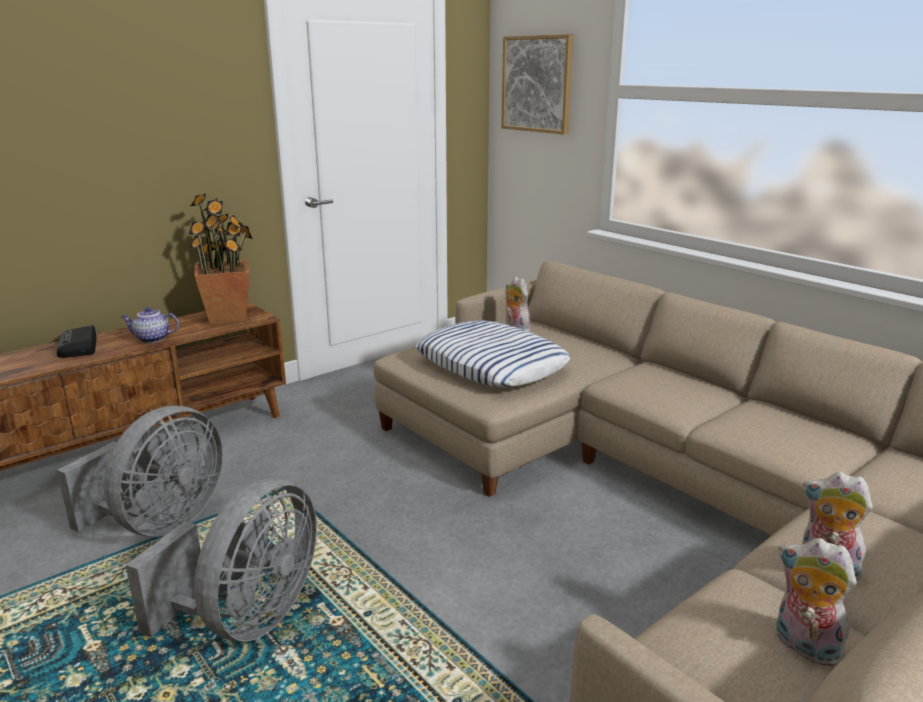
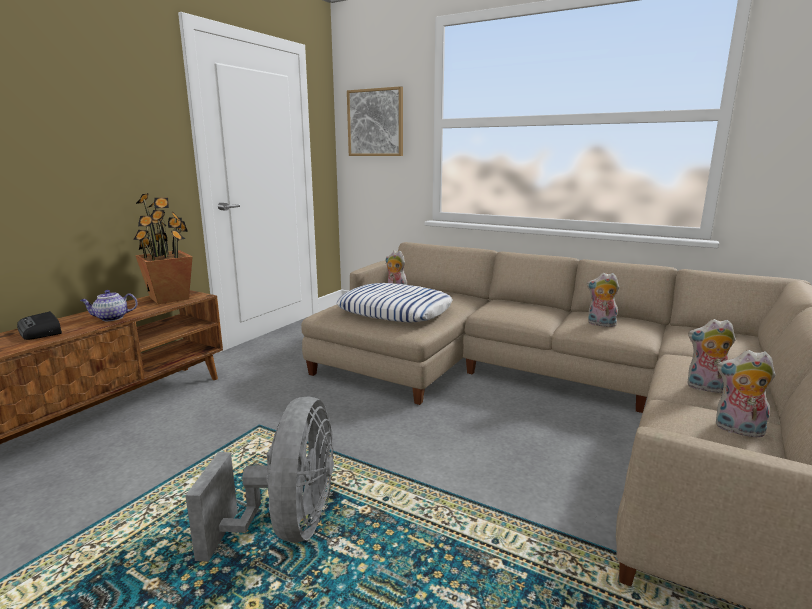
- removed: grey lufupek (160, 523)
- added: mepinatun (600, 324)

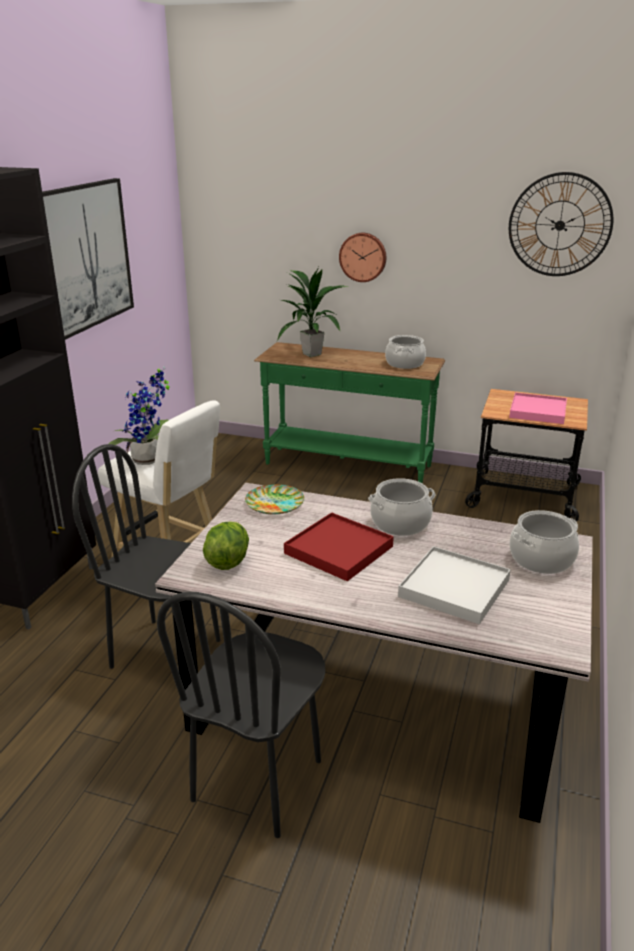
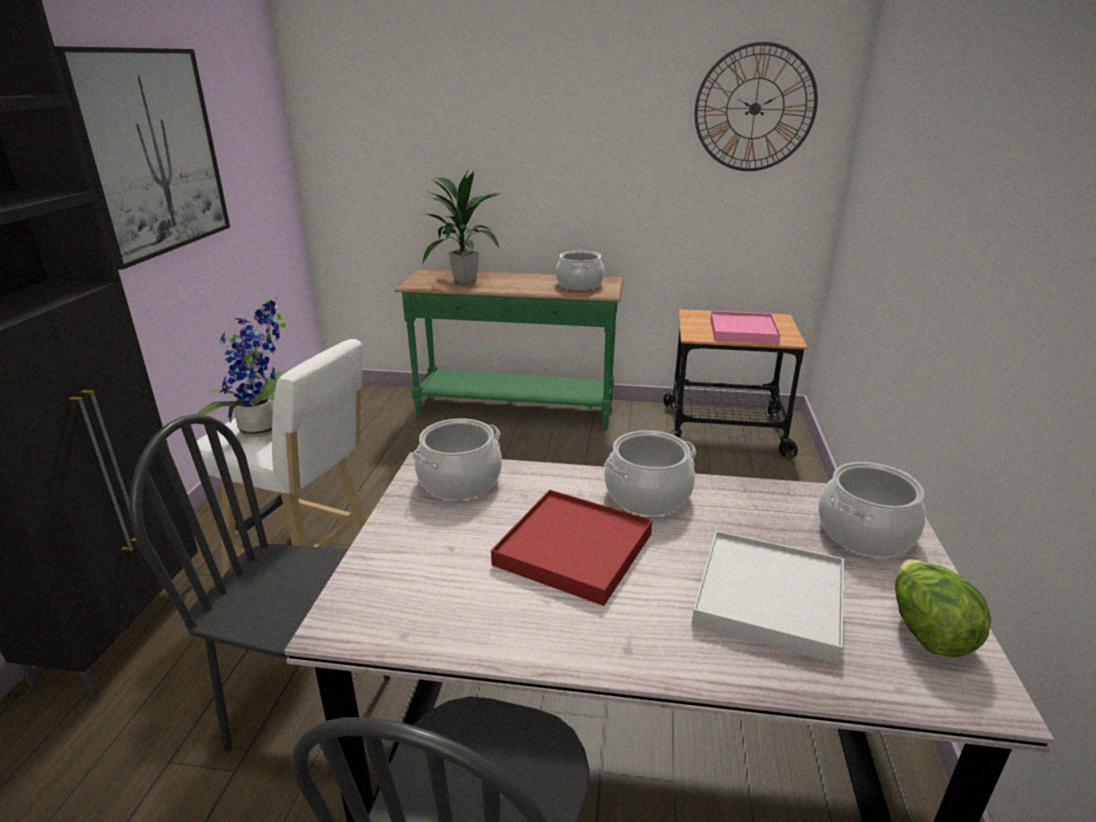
- removed: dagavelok (363, 257)
- replaced: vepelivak (275, 503) to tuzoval (459, 480)
- moved: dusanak (228, 560) to (927, 631)

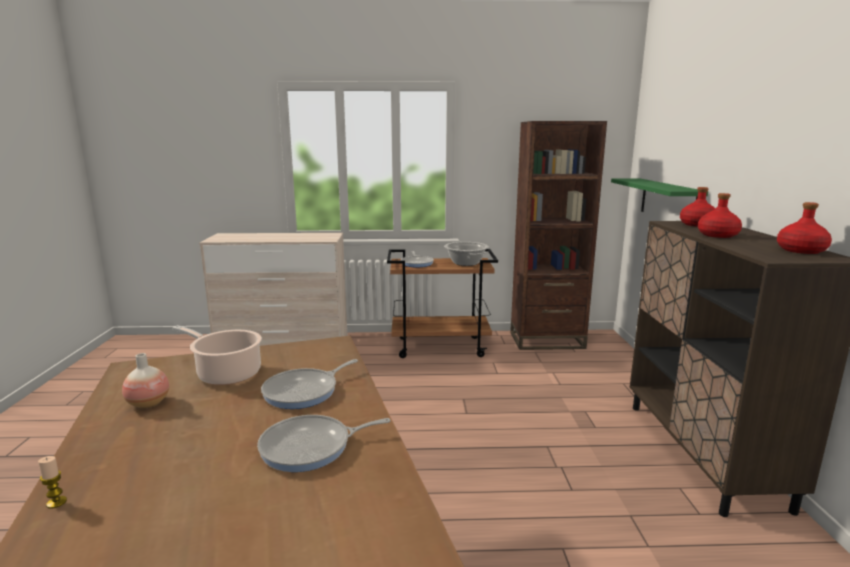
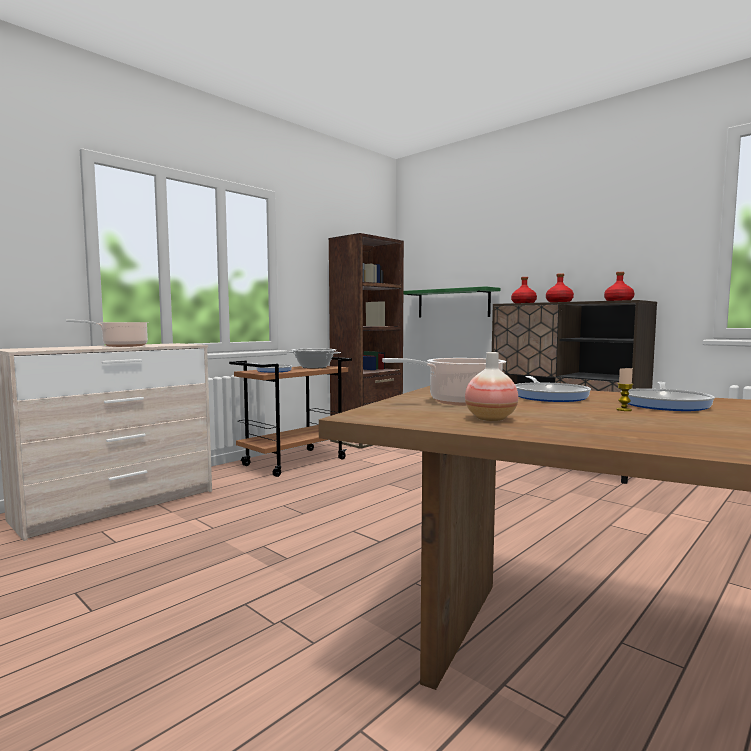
- moved: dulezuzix (56, 502) to (624, 410)
- added: tuzoval (122, 346)

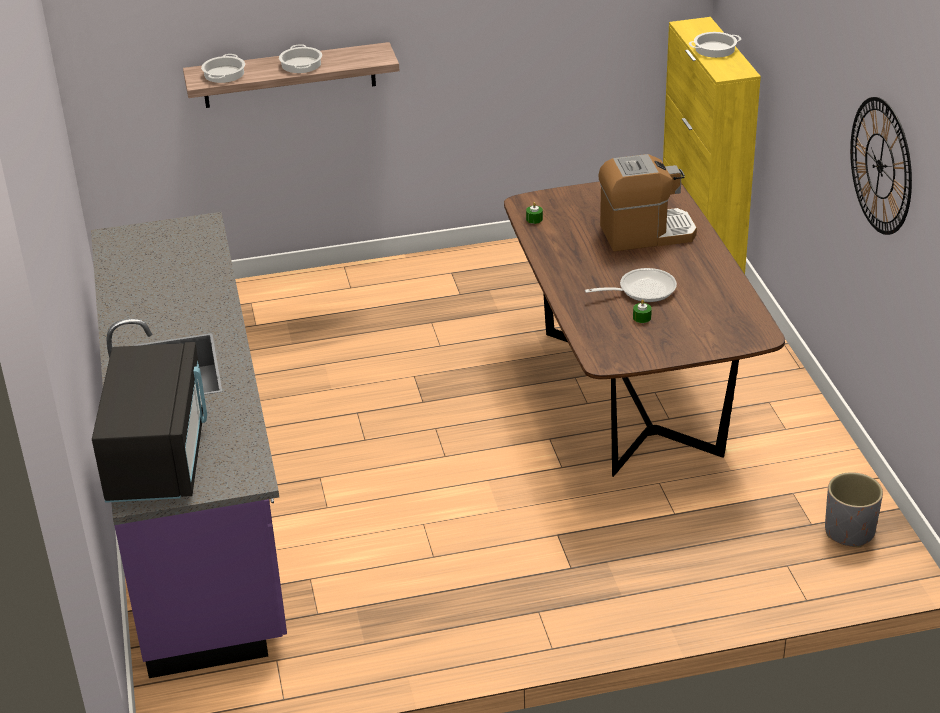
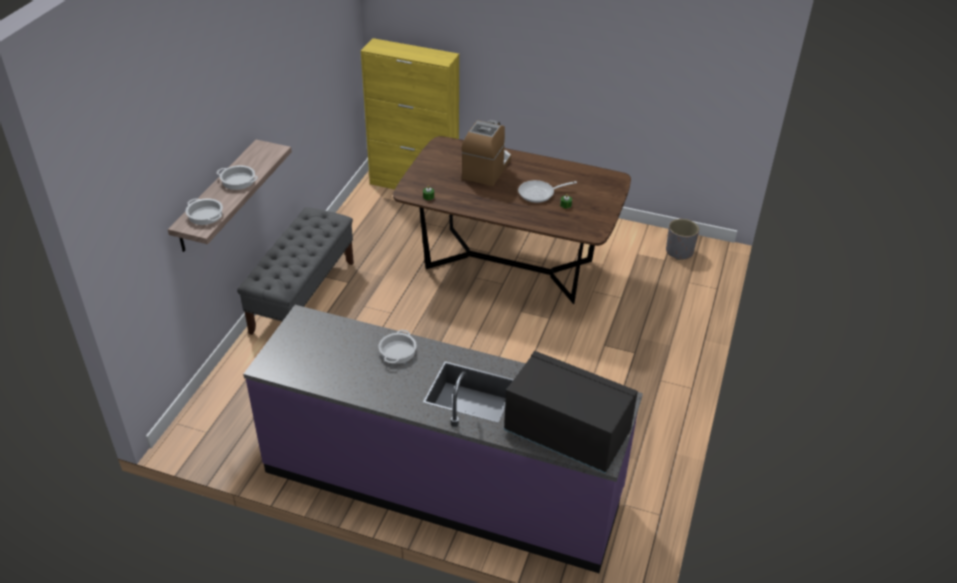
- moved: tuzoval (715, 49) to (397, 351)
- removed: dagavelok (880, 166)
- turned: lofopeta (641, 290) = (539, 193) 120 degrees counterclockwise
- added: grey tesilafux (303, 296)

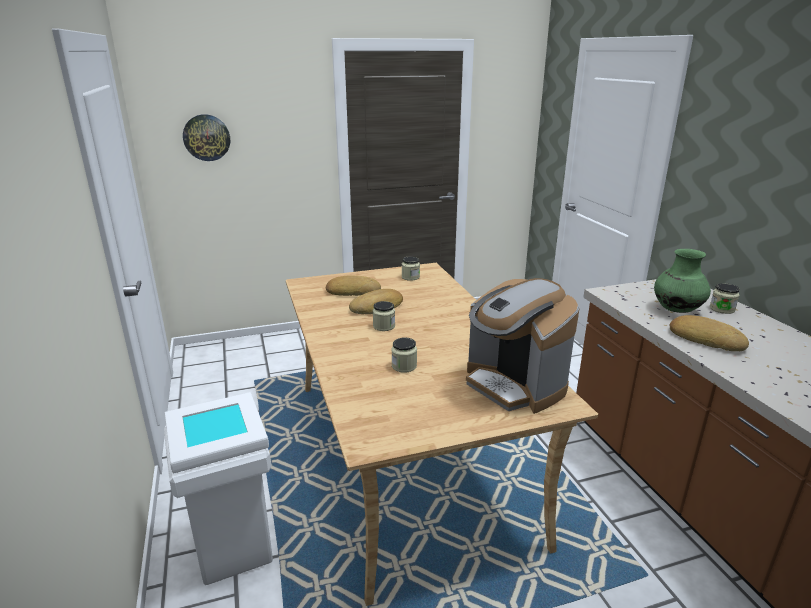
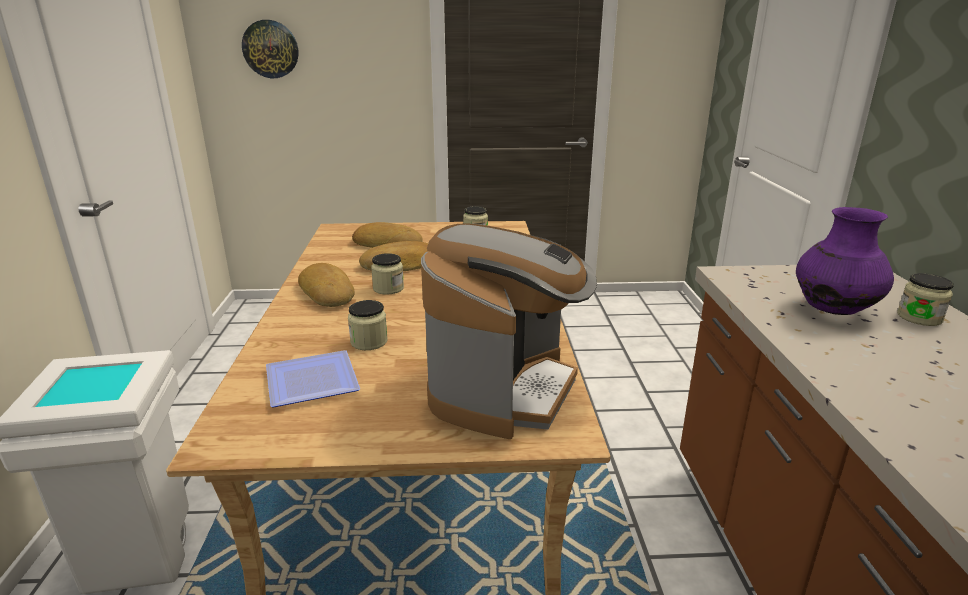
- recoloured: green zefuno (676, 310) to purple zefuno (833, 310)
- turned: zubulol (514, 385) = (505, 390) 135 degrees counterclockwise
- moved: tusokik (706, 339) to (328, 292)
- added: vepelivak (308, 381)

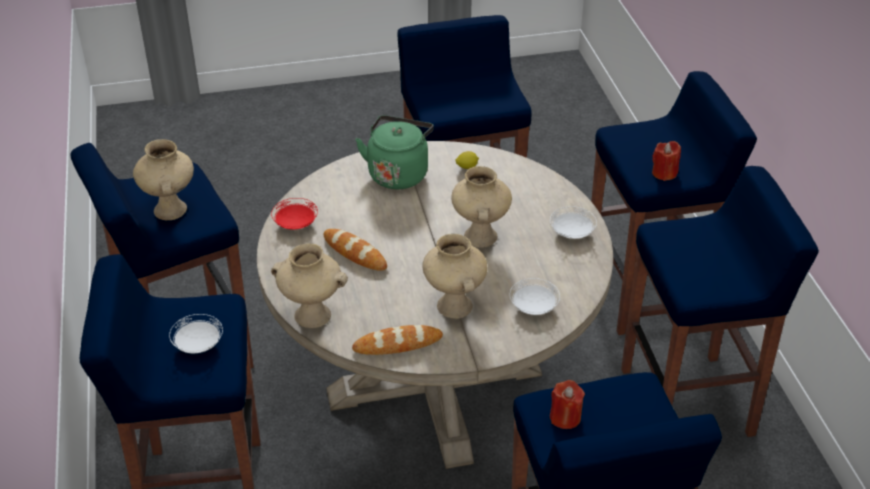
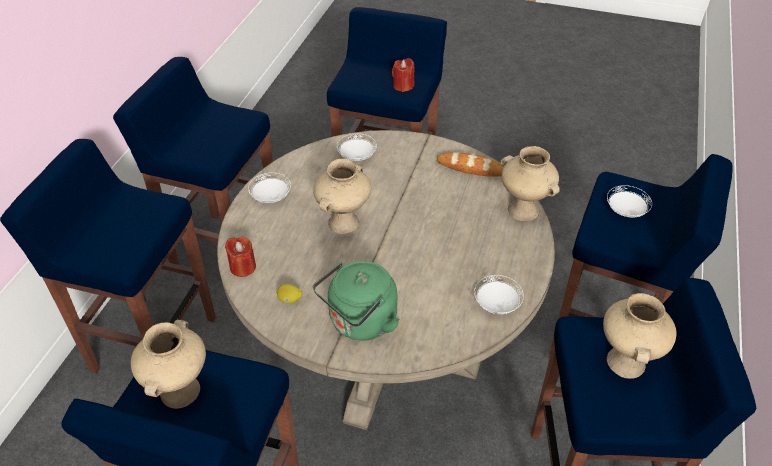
- moved: red dulezuzix (664, 173) to (243, 267)
- recoloured: red vepelivak (296, 224) to white vepelivak (496, 303)
- removed: tusokik (355, 253)
- moved: beige zefuno (453, 305) to (181, 392)

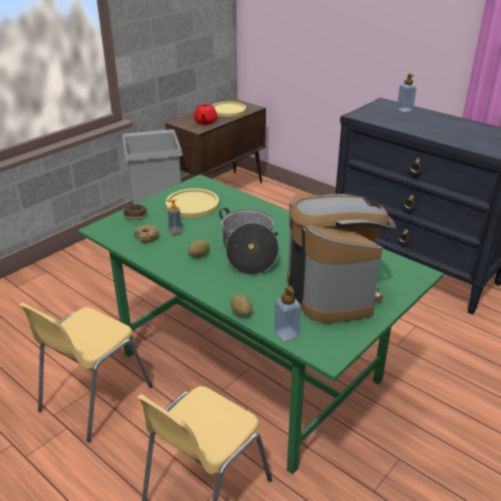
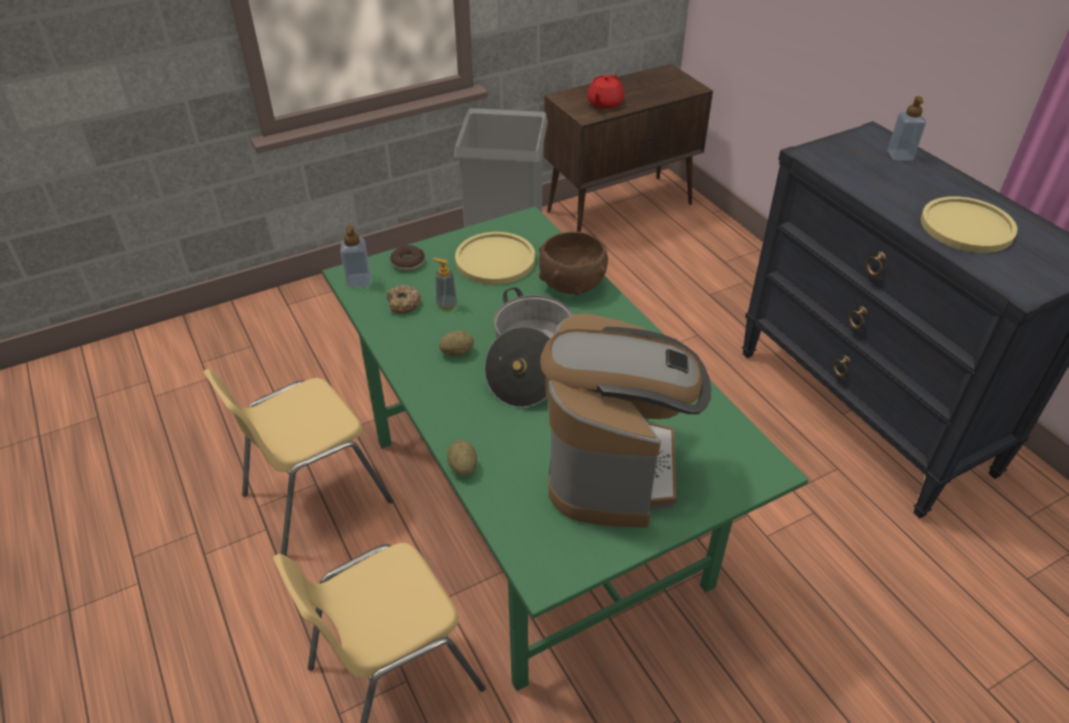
- moved: yellow vepelivak (228, 110) to (966, 227)
- moved: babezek (286, 334) to (358, 281)
- added: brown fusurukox (572, 284)

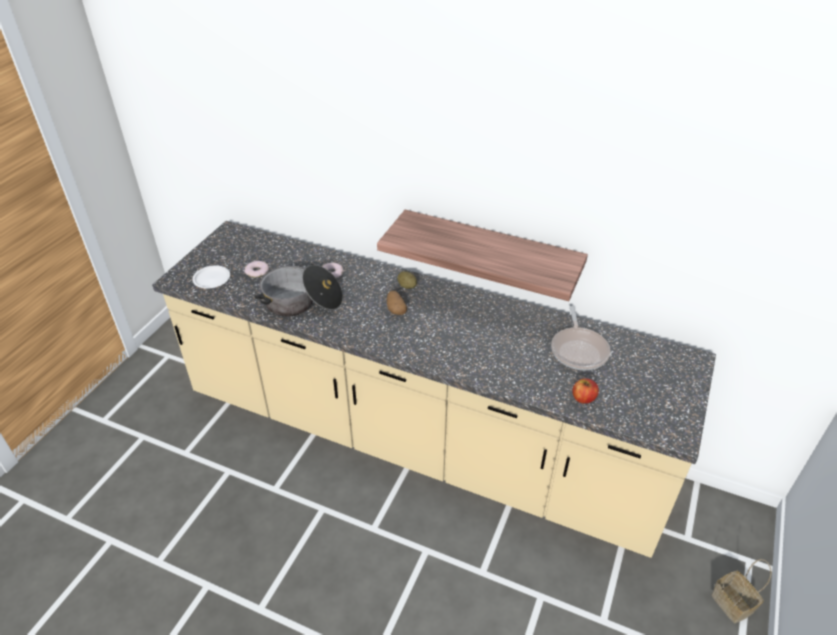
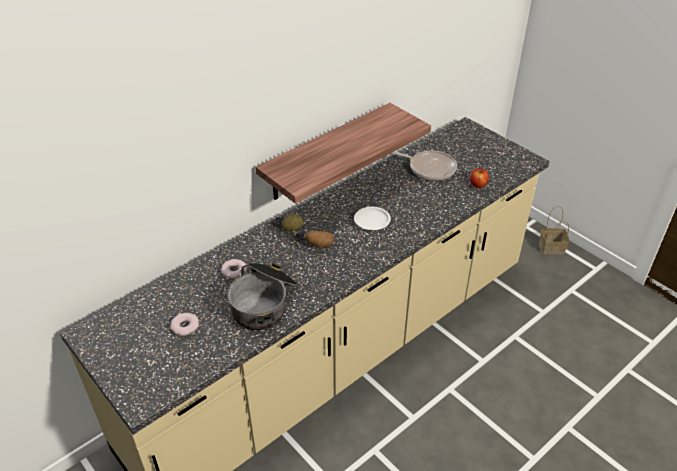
- moved: white vepelivak (211, 279) to (372, 221)

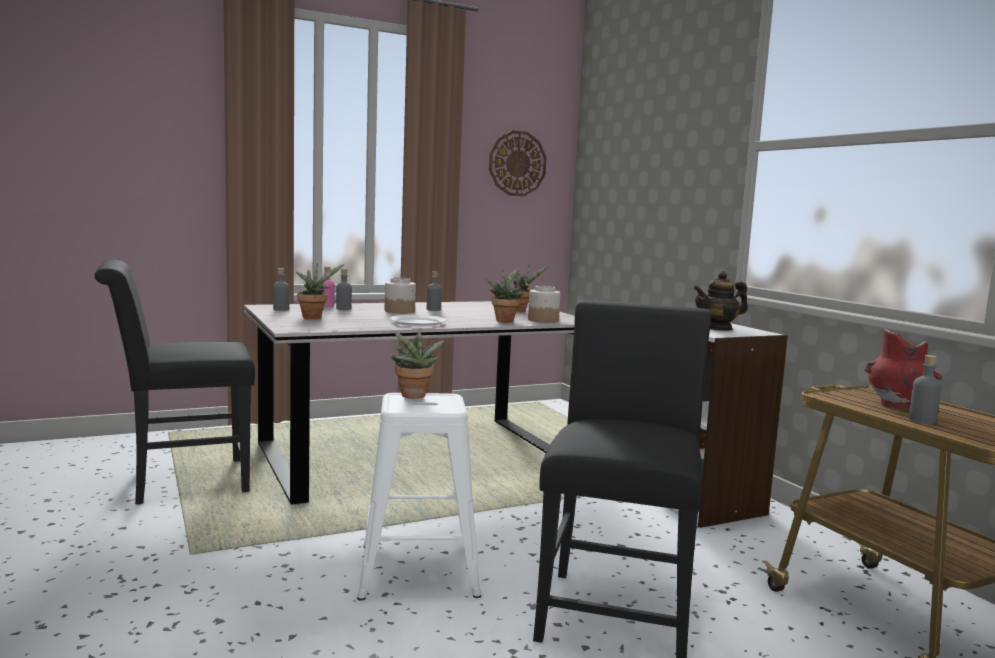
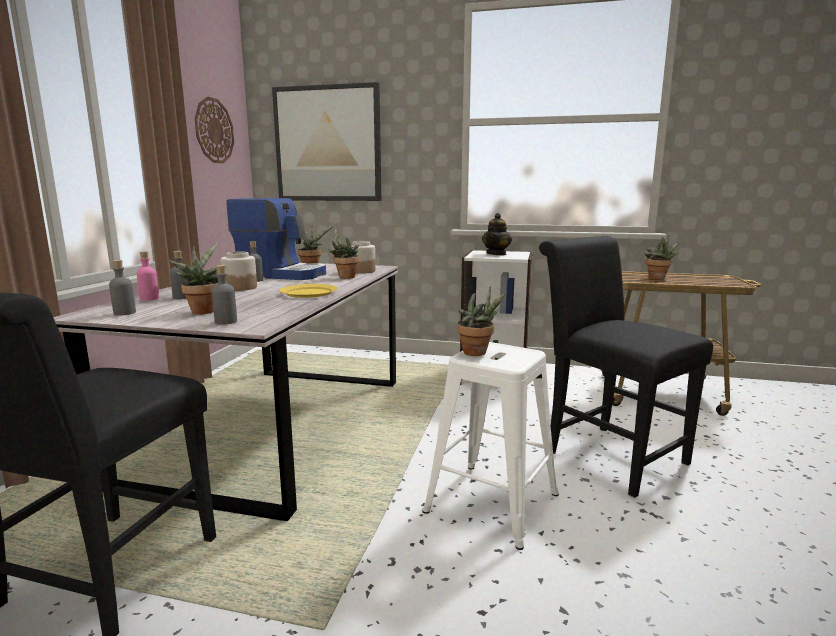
- recoloured: white vepelivak (417, 323) to yellow vepelivak (308, 293)
- replaced: red zefuno (898, 406) to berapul (658, 278)
- moved: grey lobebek (922, 420) to (226, 322)
- added: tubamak (328, 144)
- added: zubulol (281, 274)

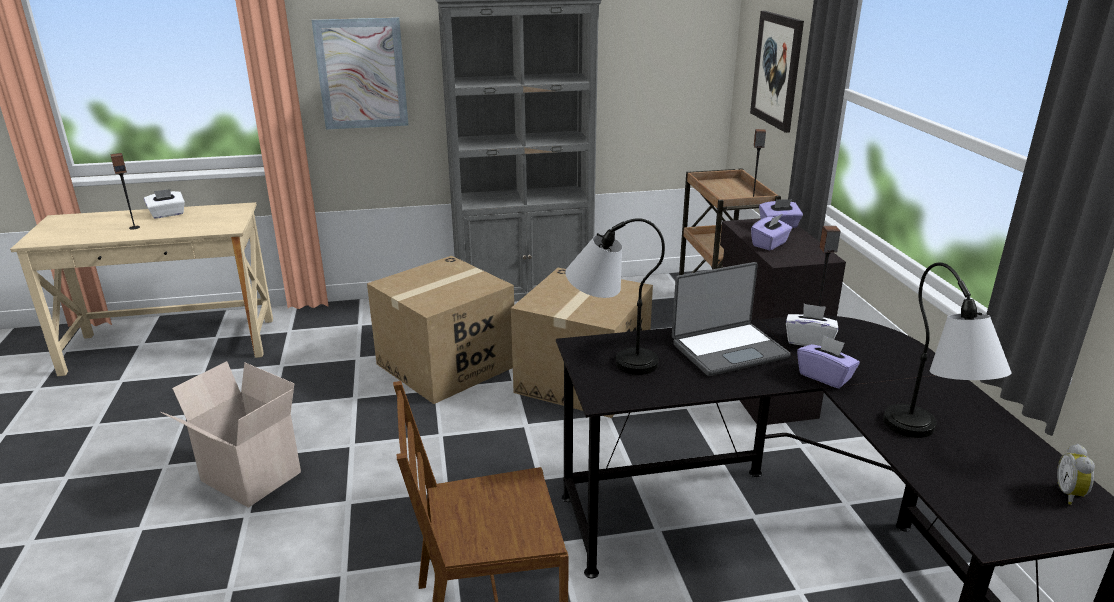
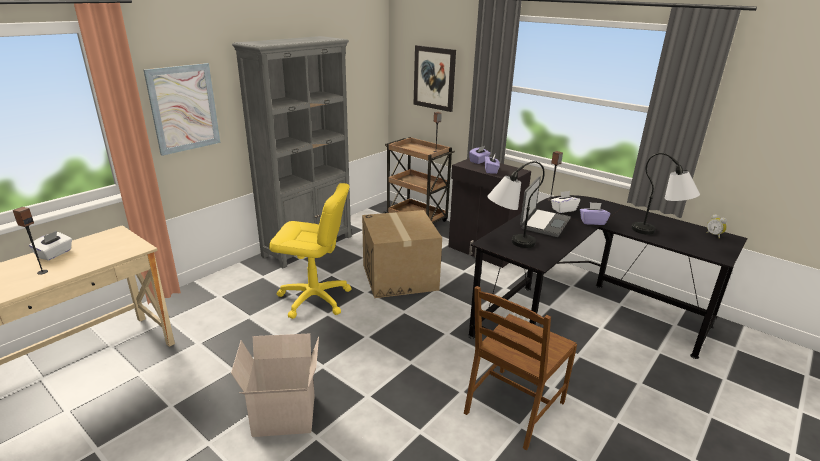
- replaced: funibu (446, 365) to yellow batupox (314, 299)

